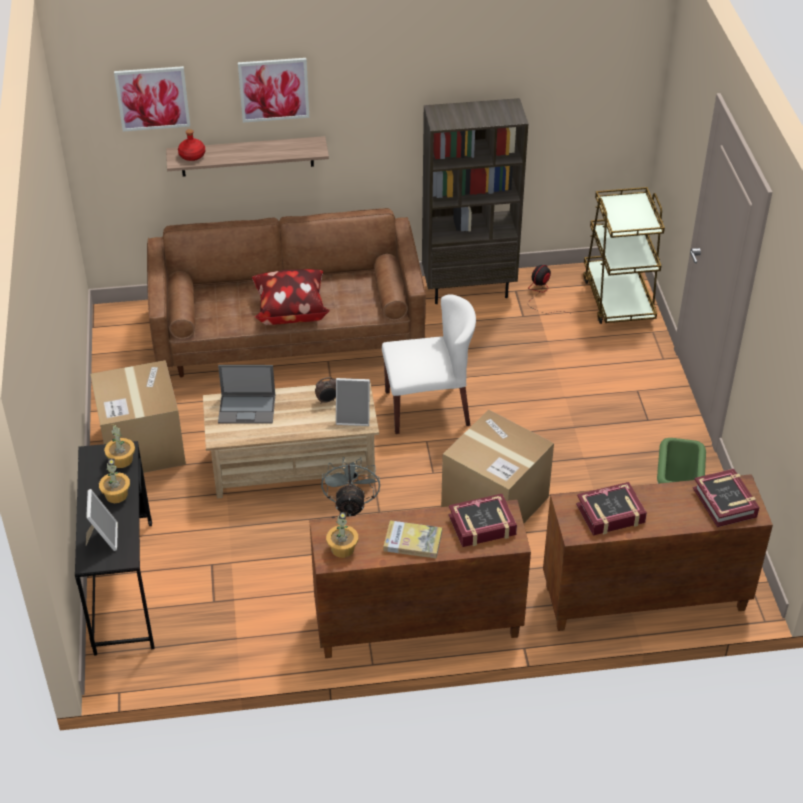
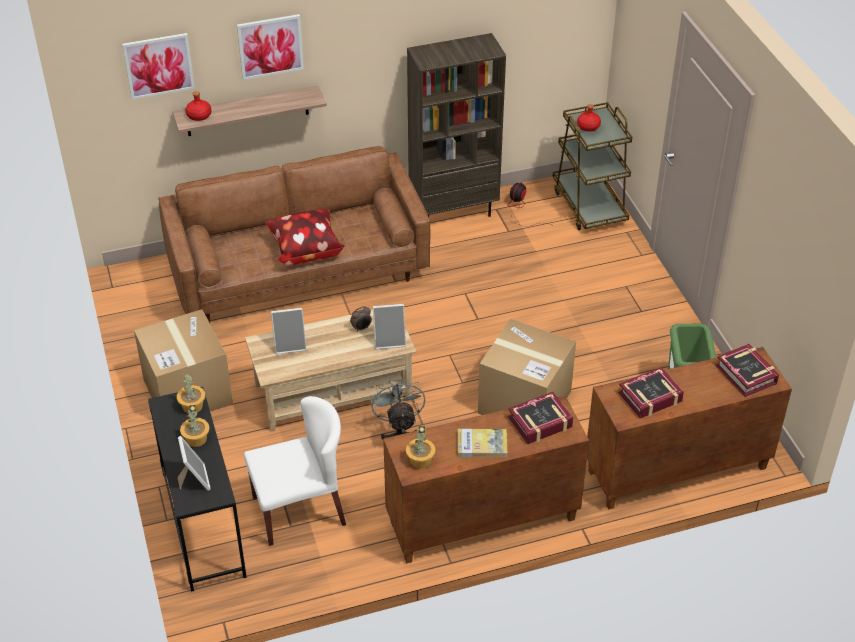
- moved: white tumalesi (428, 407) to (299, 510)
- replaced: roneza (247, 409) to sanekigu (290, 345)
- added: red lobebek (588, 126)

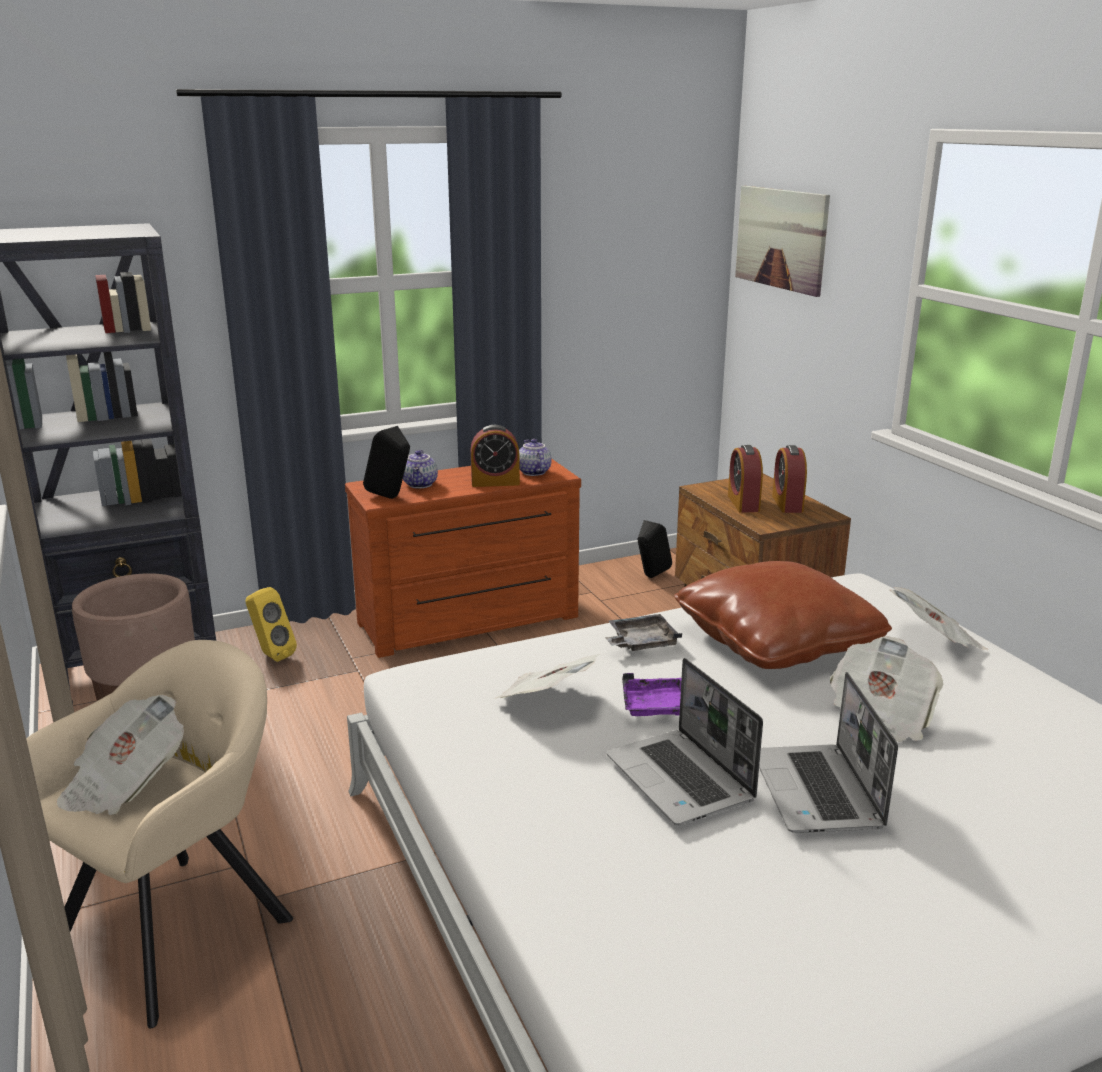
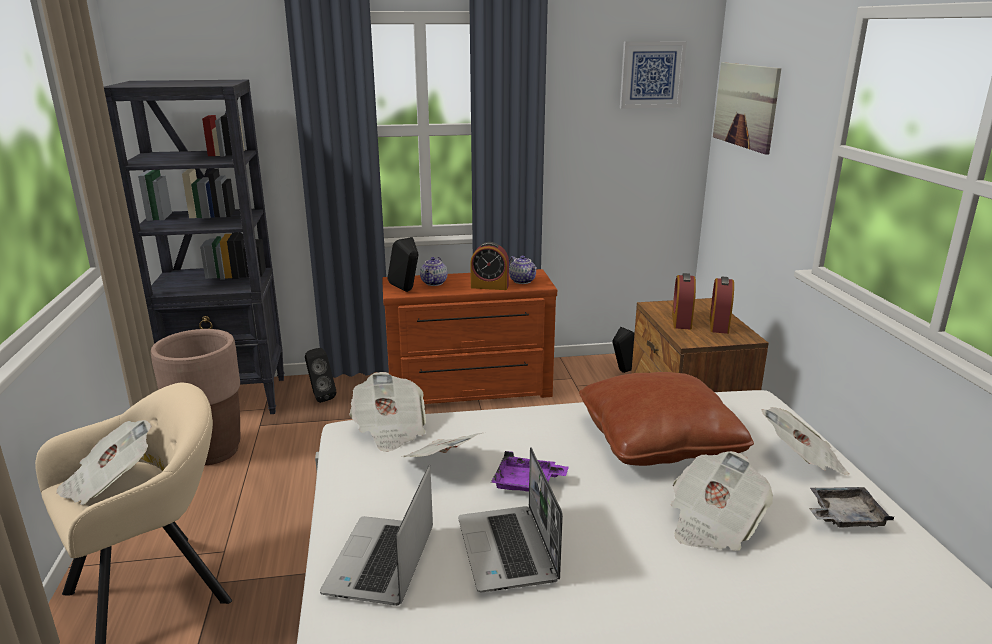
- turned: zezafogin (533, 472) = (523, 281) 150 degrees clockwise
- recoloured: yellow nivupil (271, 655) to black nivupil (320, 397)
- moved: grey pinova (641, 642) to (844, 516)
- moved: roneza (818, 792) to (382, 563)
- added: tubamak (651, 75)
- added: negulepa (390, 430)

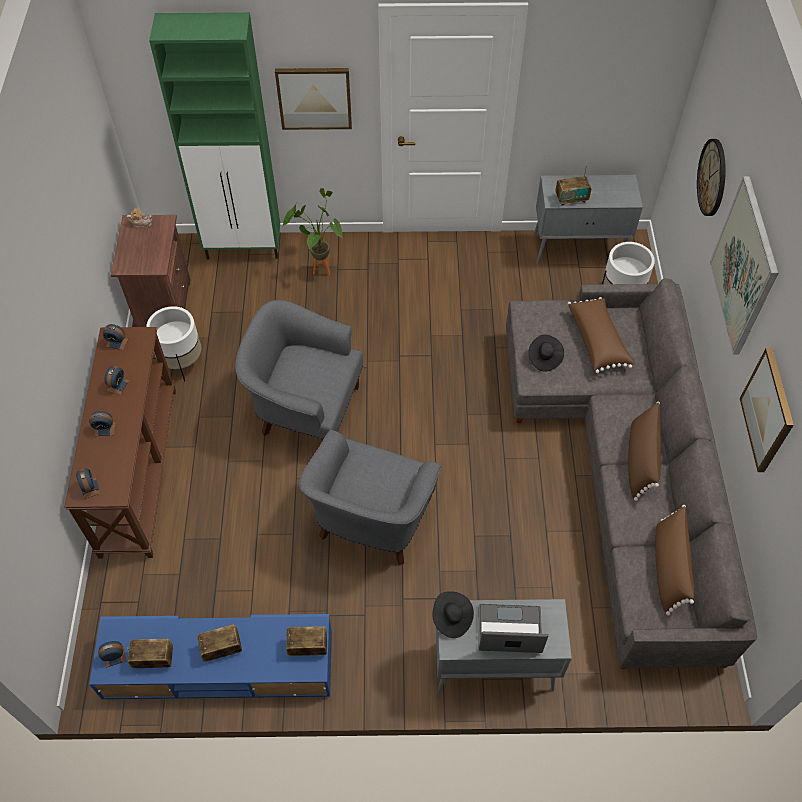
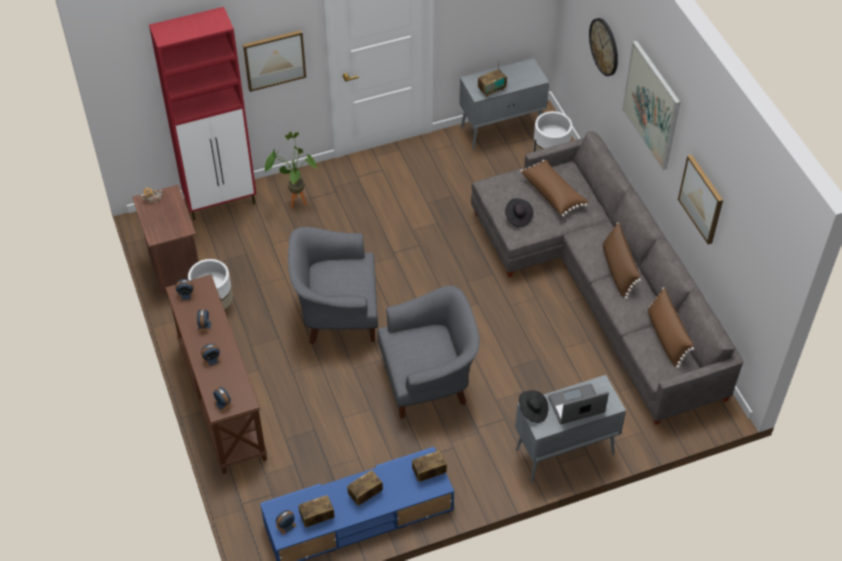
- recoloured: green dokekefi (244, 248) to red dokekefi (222, 202)
- turned: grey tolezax (372, 522) = (429, 381) 105 degrees counterclockwise

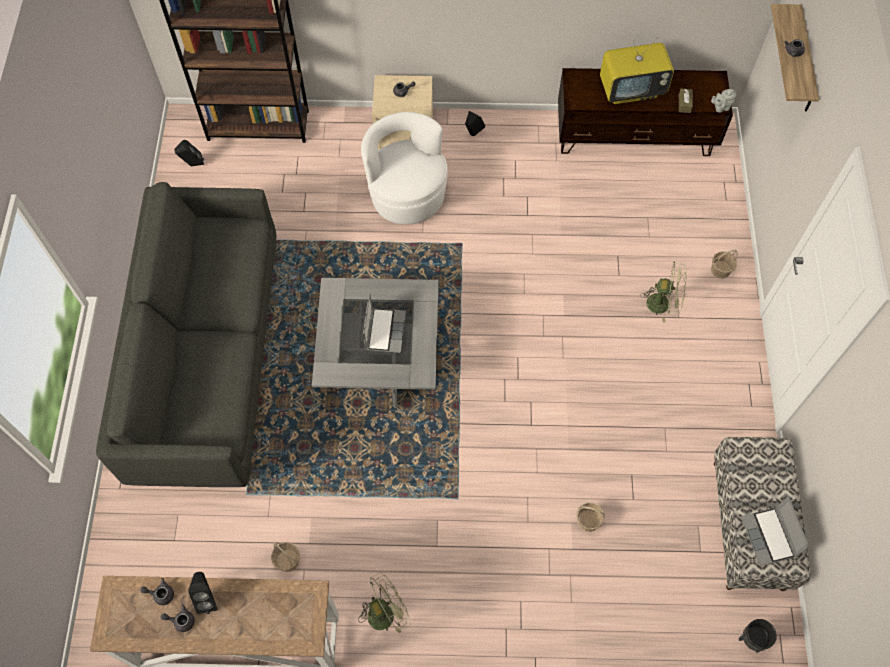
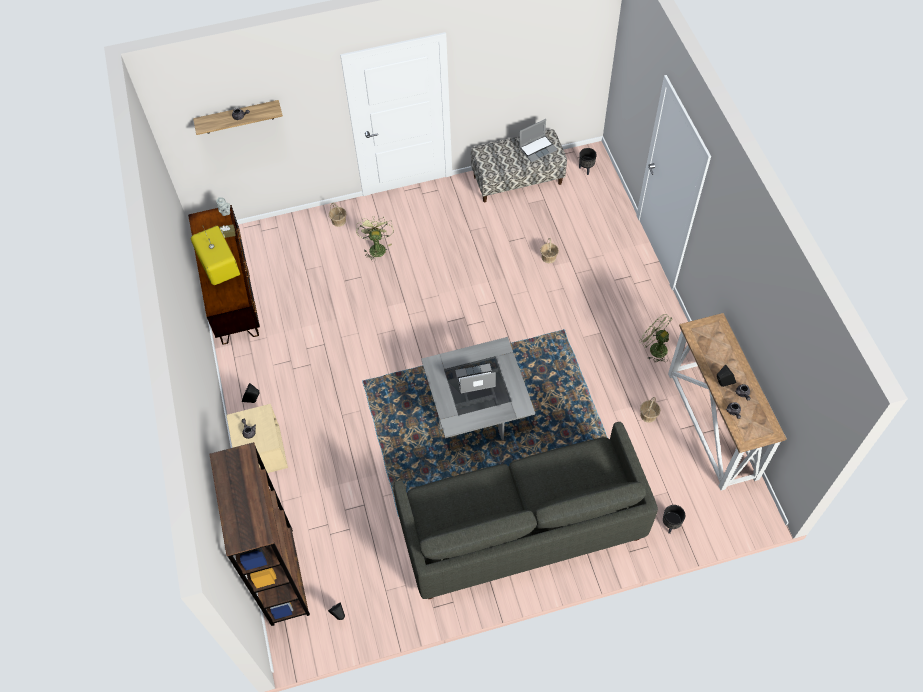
- removed: white tolezax (407, 195)
- added: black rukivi (670, 525)

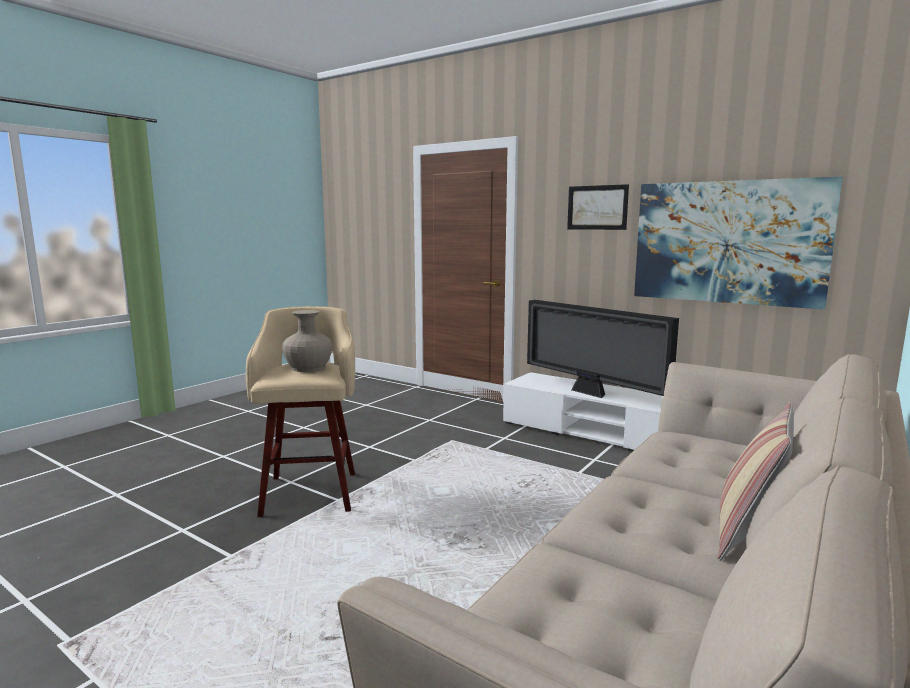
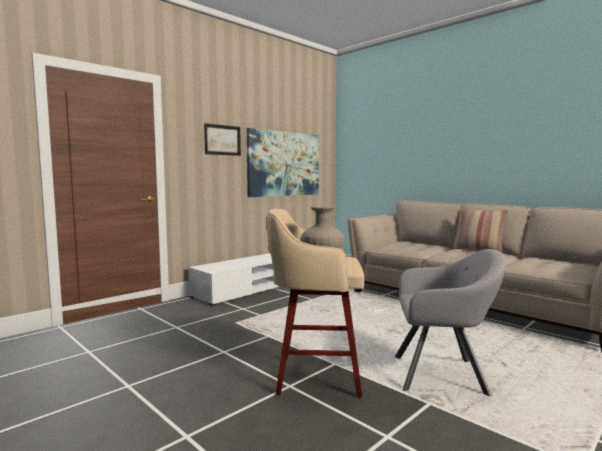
- removed: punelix (591, 393)
- added: grey tolezax (443, 375)

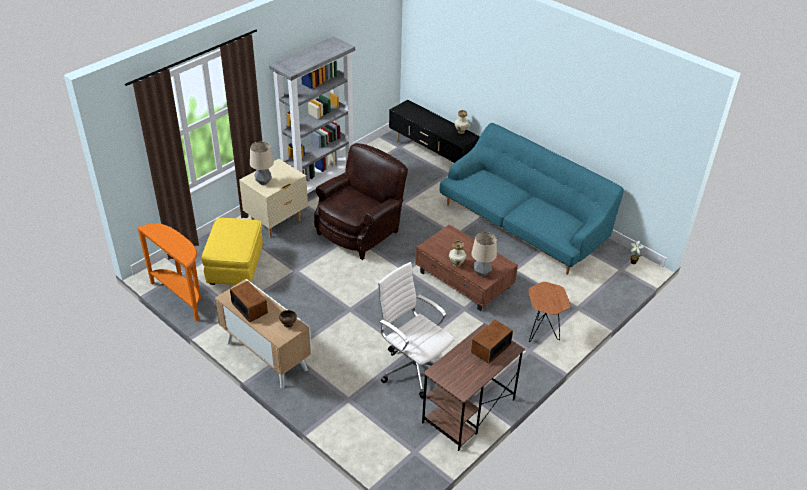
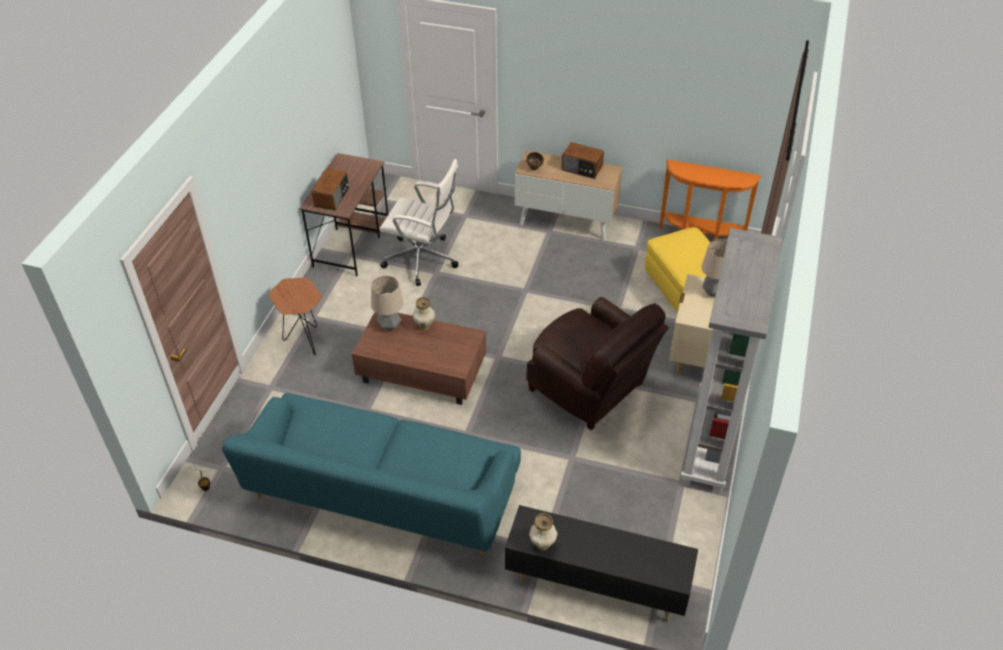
- turned: brown tolezax (360, 231) = (590, 389) 60 degrees counterclockwise

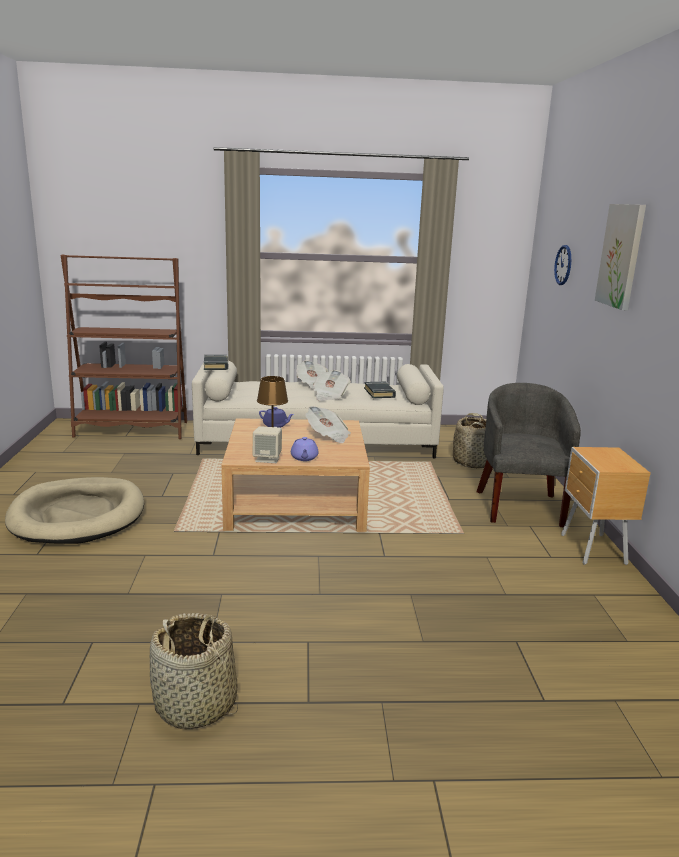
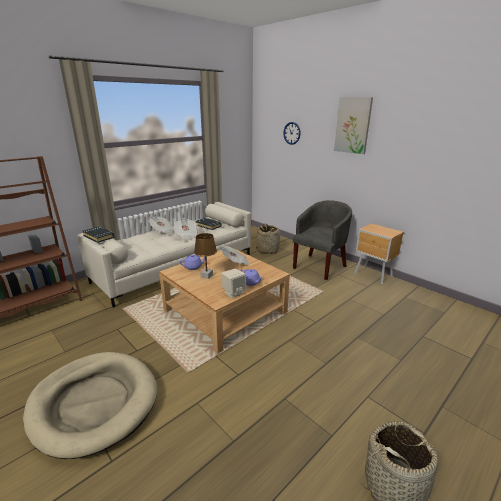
- turned: grey tolezax (520, 506) = (320, 266) 75 degrees clockwise

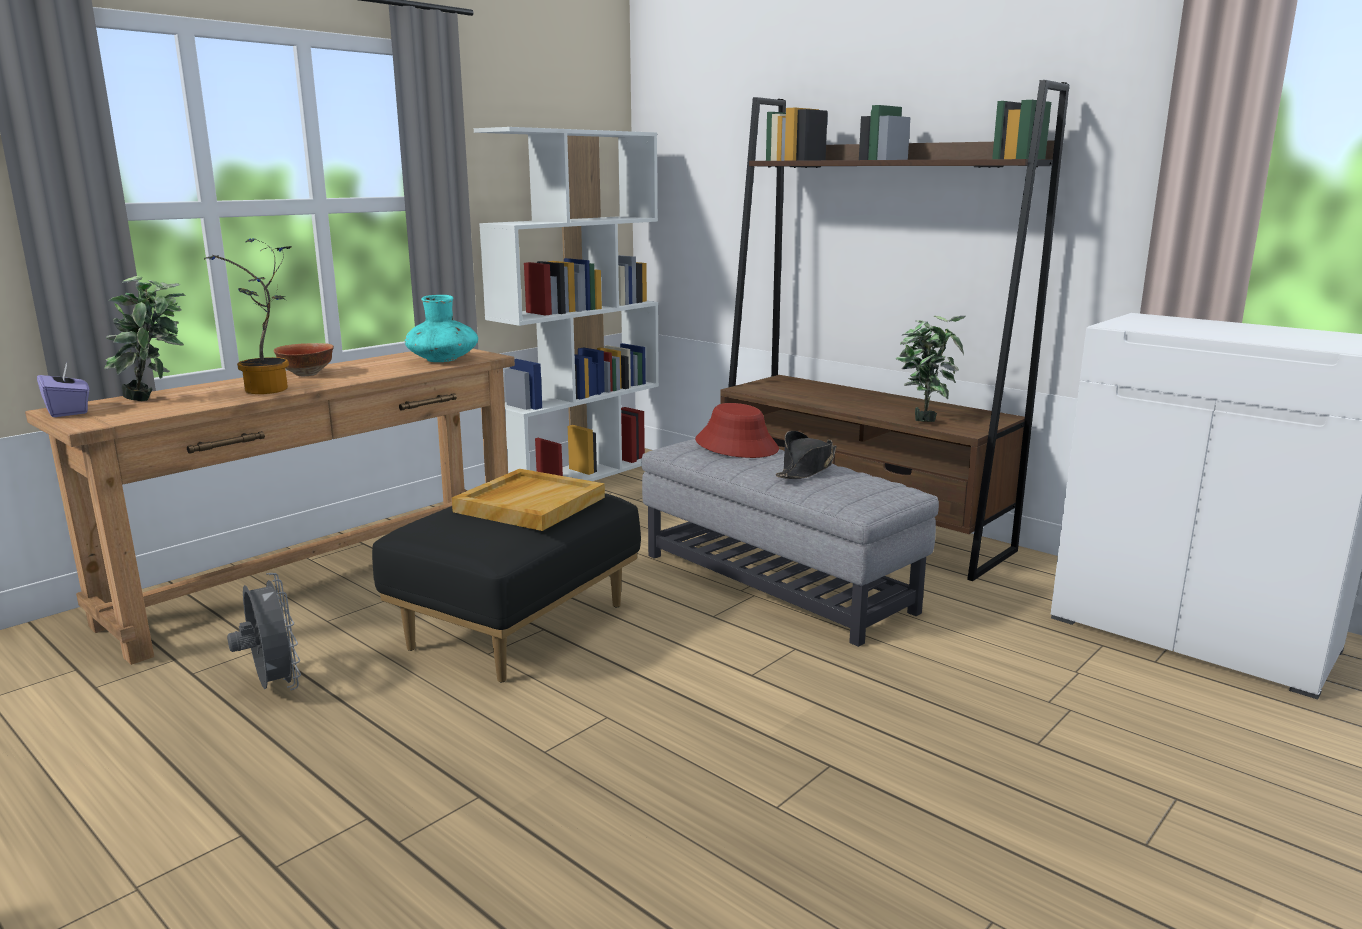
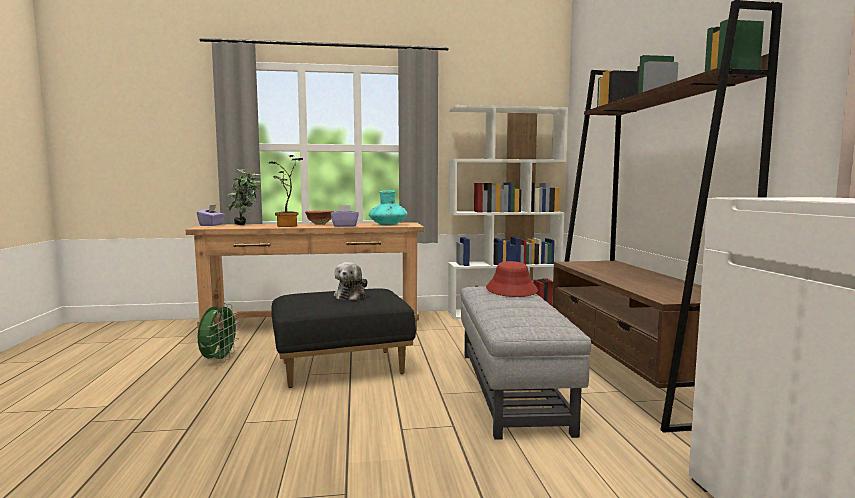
- removed: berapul (924, 419)
- removed: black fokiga (806, 469)
- replaced: beige pinova (530, 504) to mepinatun (351, 295)
- recoloured: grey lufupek (273, 686) to green lufupek (218, 360)
- added: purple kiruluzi (345, 226)

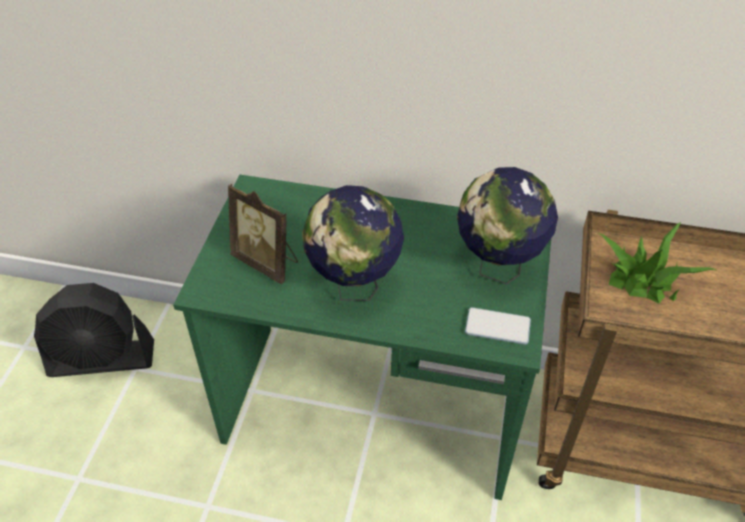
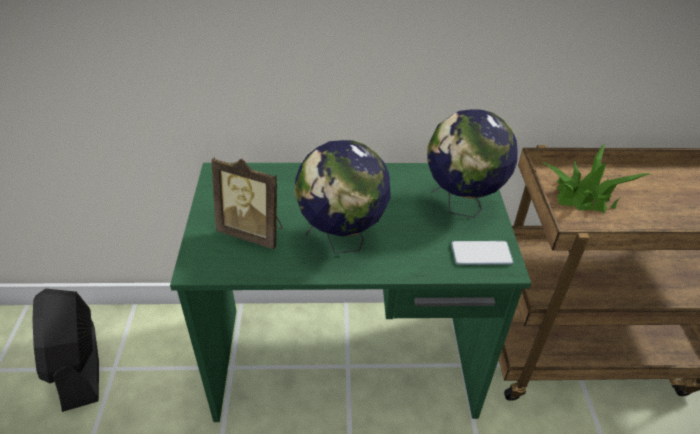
- turned: black lufupek (102, 359) = (79, 366) 90 degrees clockwise

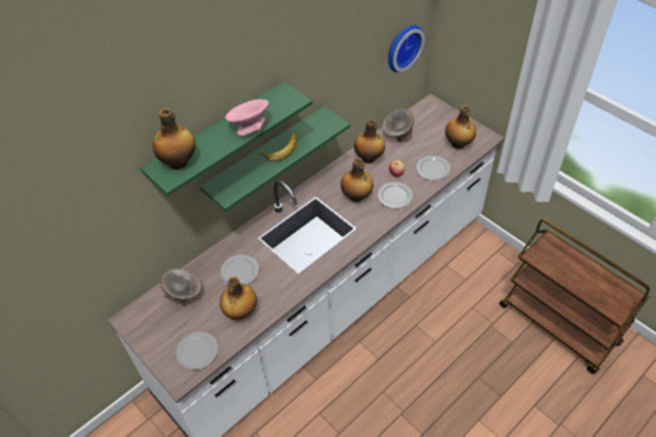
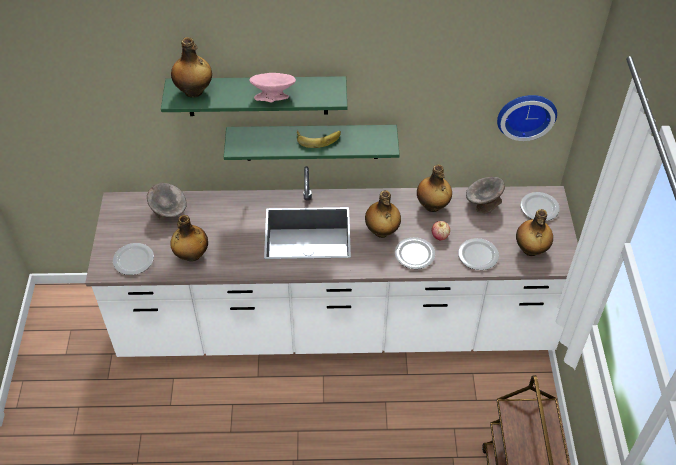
- moved: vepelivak (239, 272) to (539, 208)

